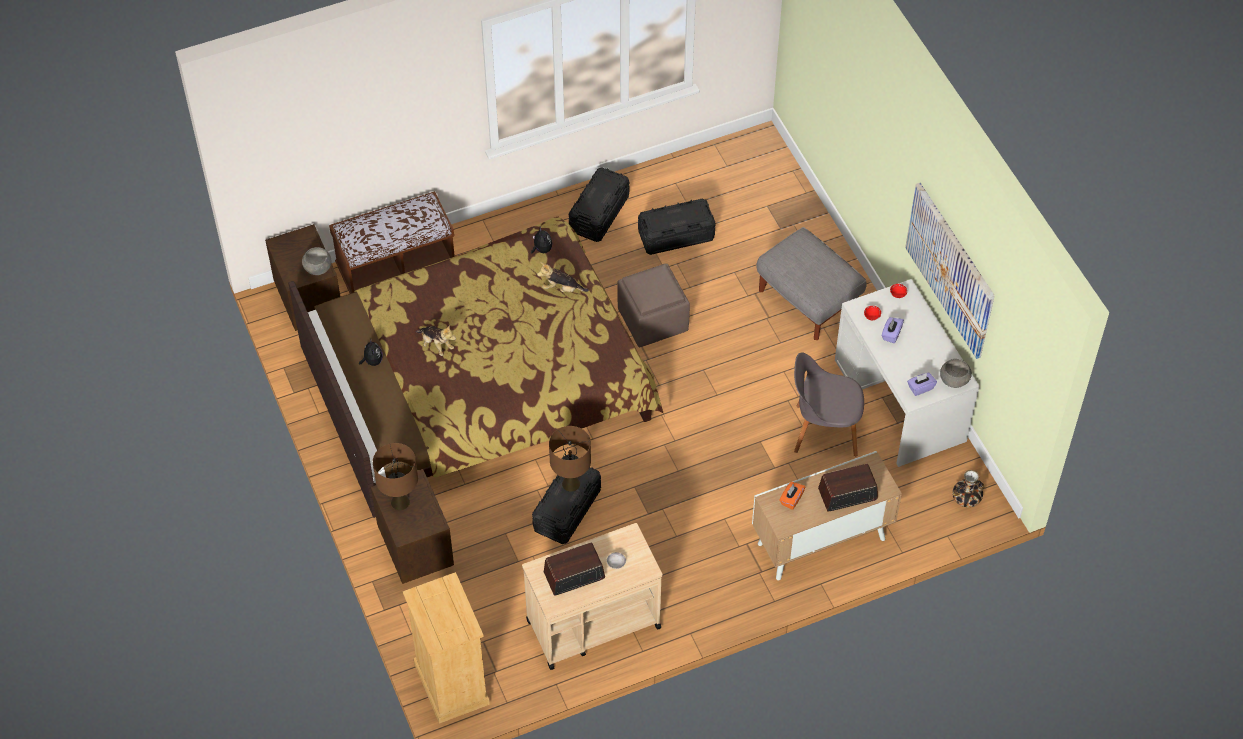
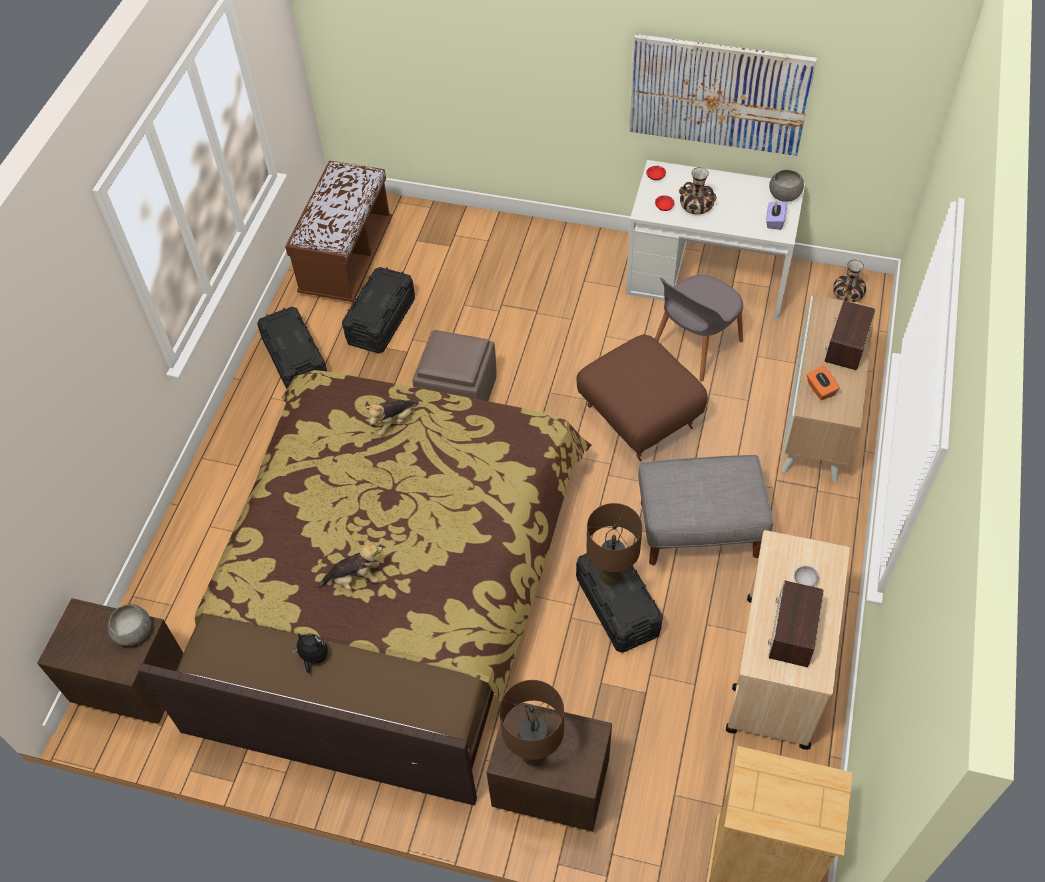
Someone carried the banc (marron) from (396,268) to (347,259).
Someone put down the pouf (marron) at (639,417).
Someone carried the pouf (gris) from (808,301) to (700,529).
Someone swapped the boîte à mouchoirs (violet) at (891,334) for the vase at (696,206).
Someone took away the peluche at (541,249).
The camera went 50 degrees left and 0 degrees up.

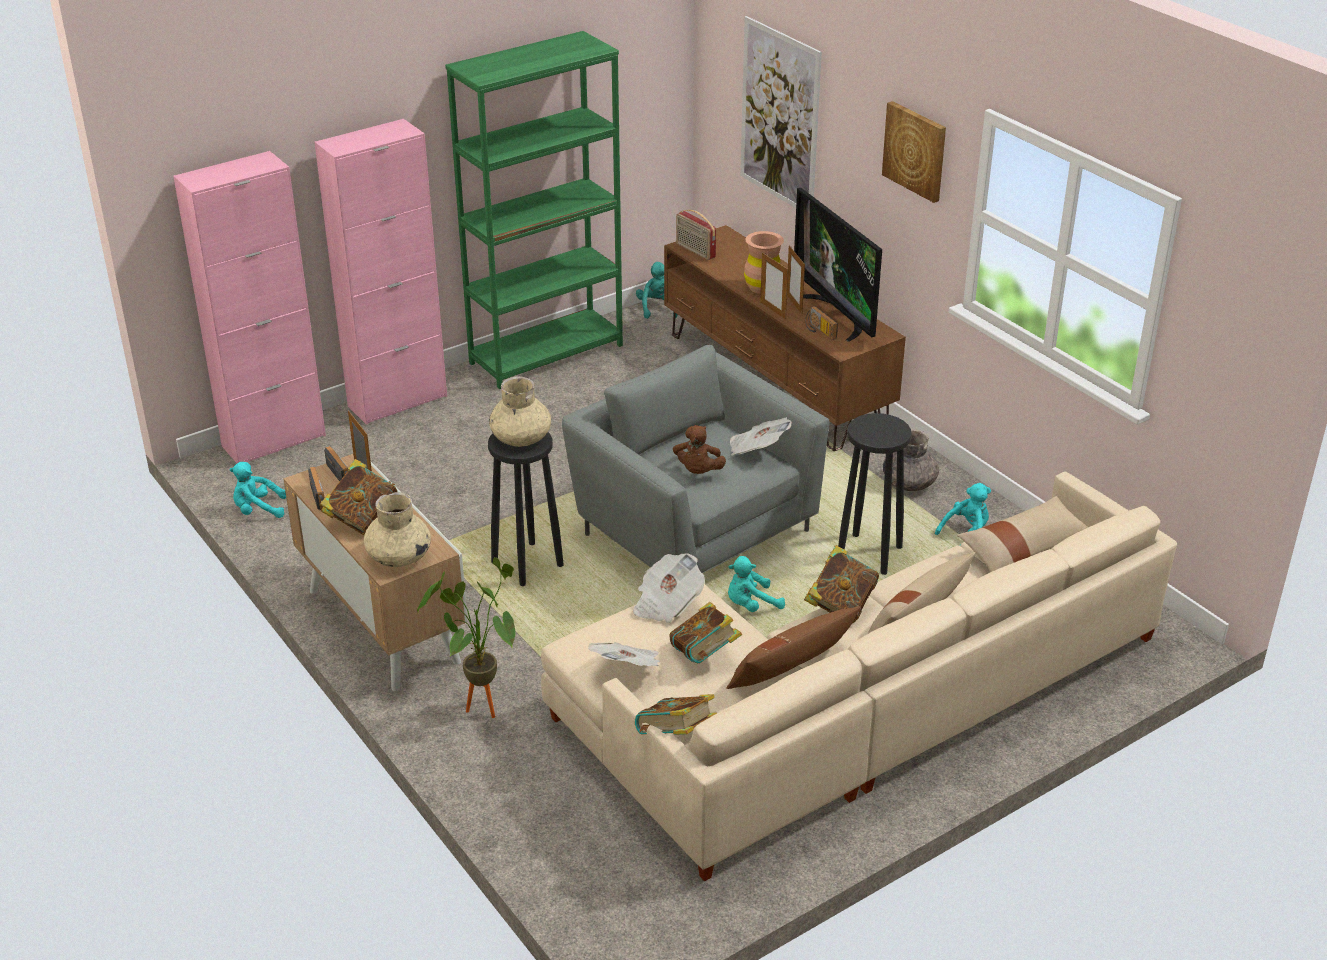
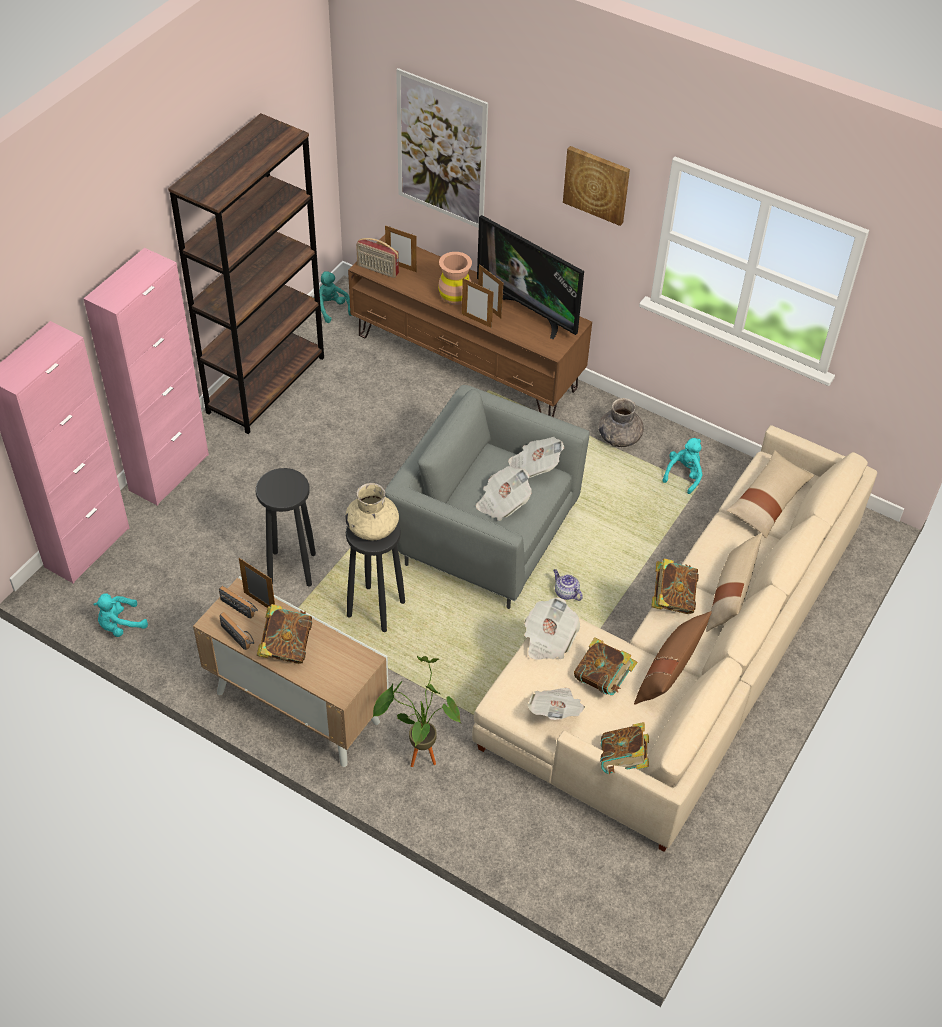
Someone repainted the bibliothèque (vert) at (547,354), which became the bibliothèque (marron) at (266,384).
Someone carried the tabouret (noir) from (868,554) to (291,568).
Someone put down the cadre photo at (401,266).
Someone swapped the peluche (marron) at (698,471) for the journal at (502,503).
Someone swapped the peluche (turquoise) at (751,605) for the théière at (565,592).
Someone took away the vase (beige) at (399,557).
Someone took away the radio at (818,331).
The camera went 25 degrees left and 15 degrees up.

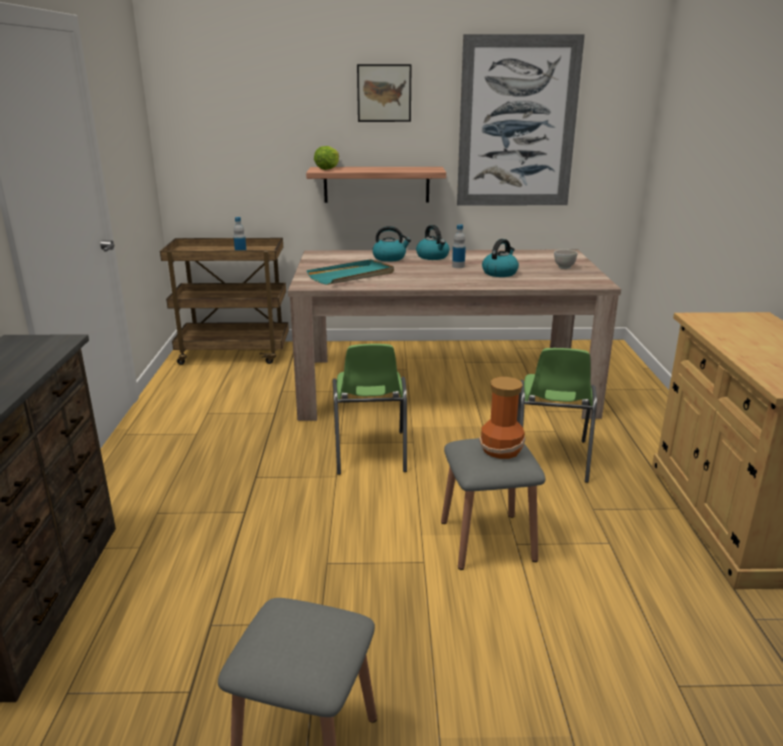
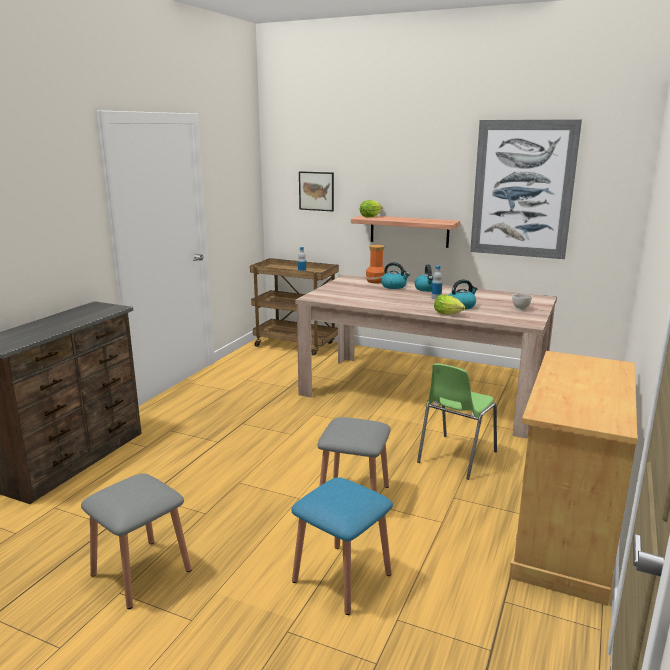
Someone put down the tabouret (bleu) at (342,577).
Someone carried the tableau from (384,93) to (316,191).
Someone carried the vase from (502,449) to (376,281).
Someone put down the laitue at (449,314).
Someone took away the plateau (turquoise) at (352,275).
Someone took away the chaise (vert) at (369,453).
The camera went 25 degrees right and 5 degrees down.

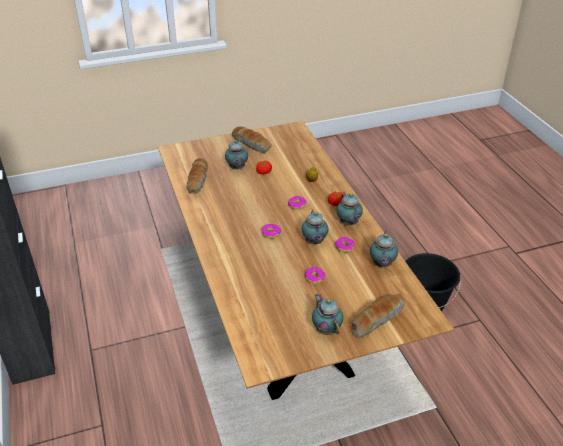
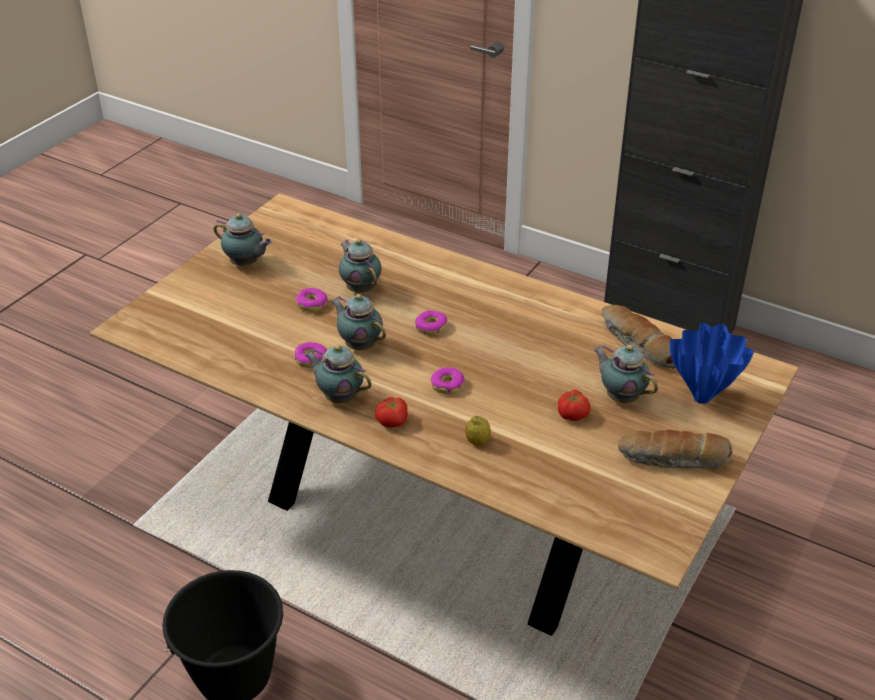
Someone carried the théière from (381,265) to (360,288).
Someone put down the vase (bleu) at (703,398).
Someone took away the pain at (376,319).
The camera went 140 degrees right and 0 degrees up.

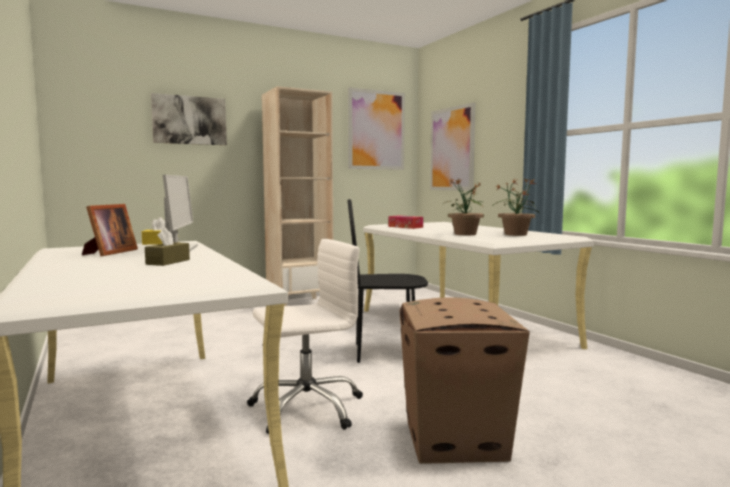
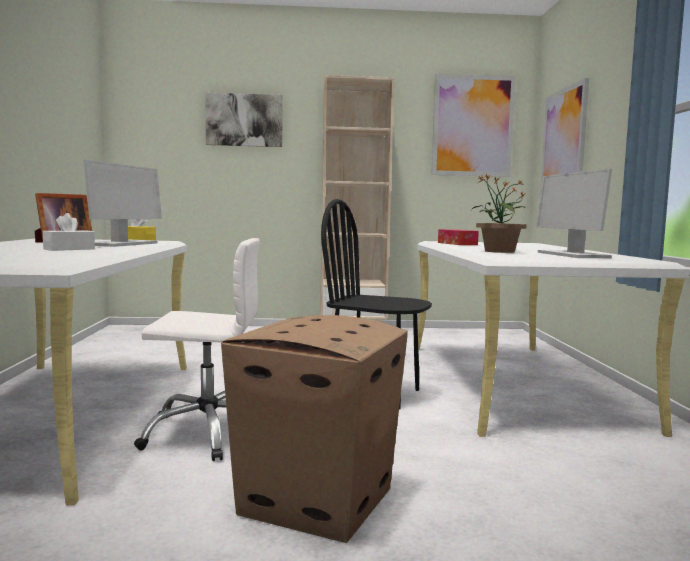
Someone repainted the boîte à mouchoirs (marron) at (168,262), which became the boîte à mouchoirs (blanc) at (69,249).
Someone swapped the plante en pot at (515,234) for the écran d'ordinateur at (571,255).
The camera went 25 degrees right and 0 degrees up.

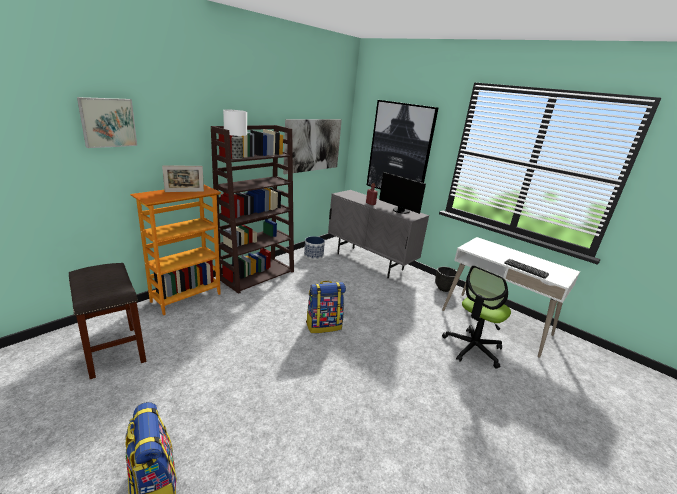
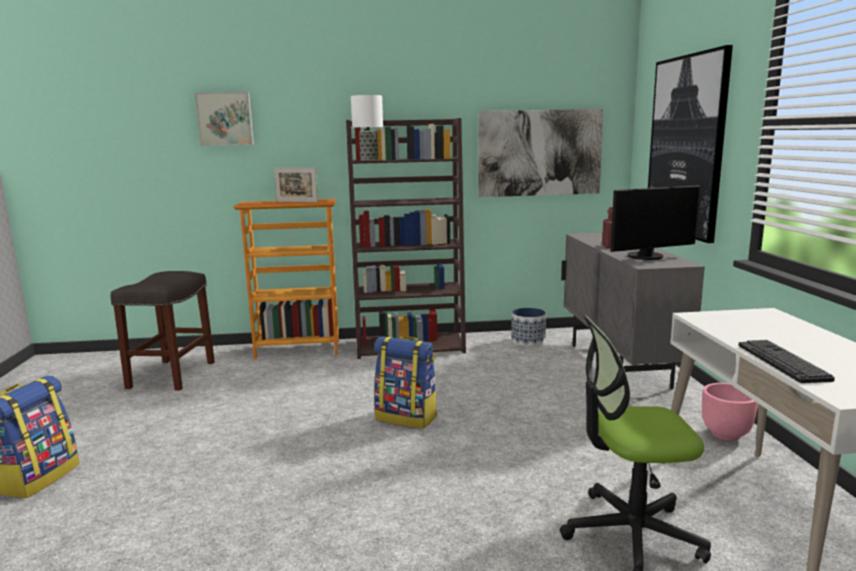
Someone rotated the écran d'ordinateur at (400,211) by 105 degrees counterclockwise.
Someone repainted the cache-pot (noir) at (444,288), which became the cache-pot (rose) at (726,435).
The camera went 45 degrees right and 10 degrees down.

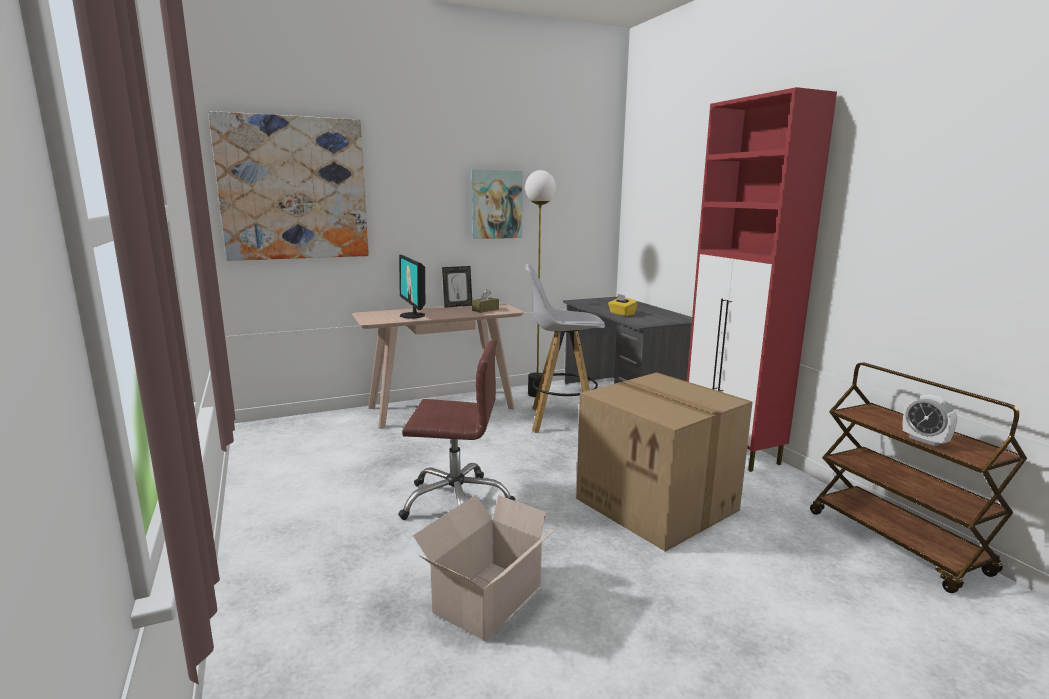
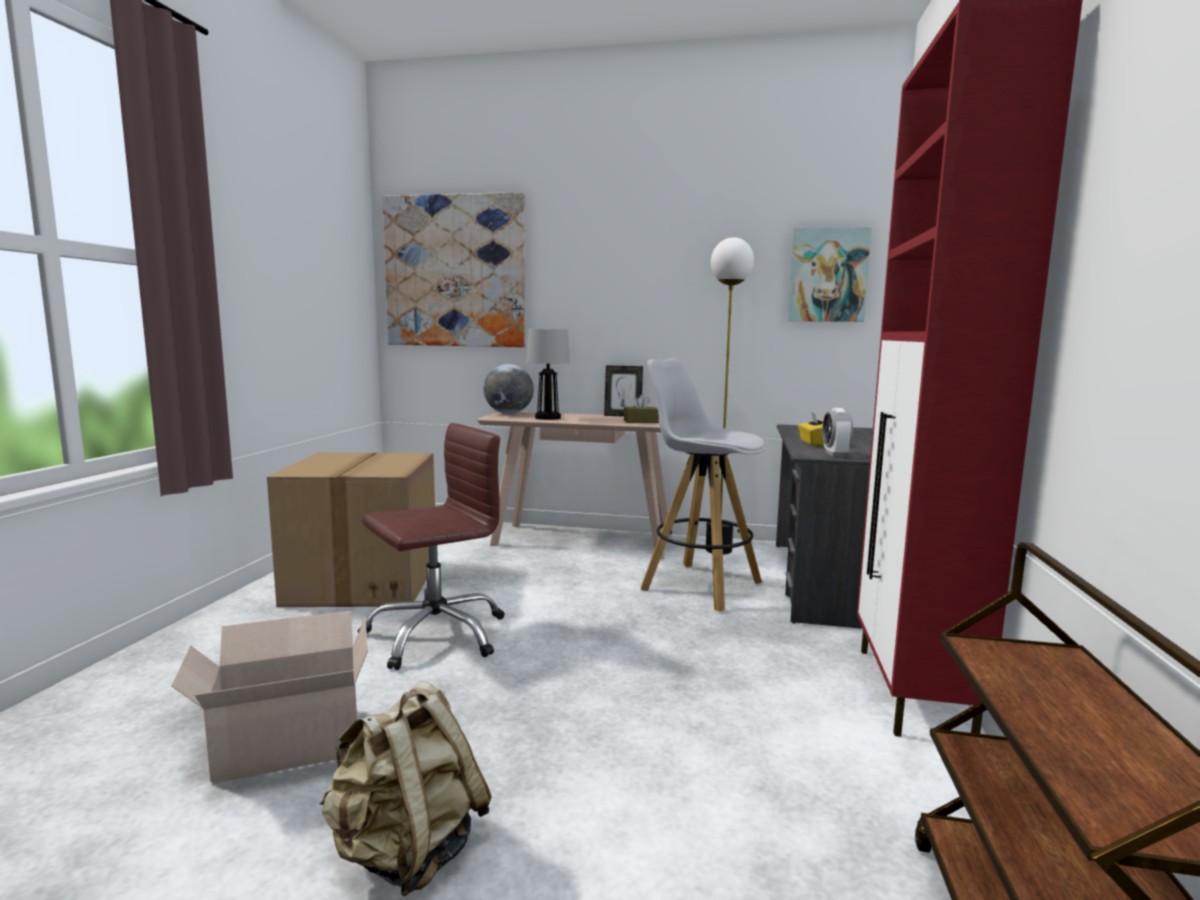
Someone carried the carton from (659,504) to (365,583).
Someone put down the sac à dos (beige) at (407,851).
Someone rotated the chaise de bureau (marron) at (456,502) by 75 degrees counterclockwise.
Someone put down the globe at (508,413).
Someone swapped the écran d'ordinateur at (413,315) for the lampe de table at (548,418).
Someone carried the tableau from (495,204) to (828,275).
Someone carried the réveil from (925,440) to (835,454).
The camera went 35 degrees right and 5 degrees down.

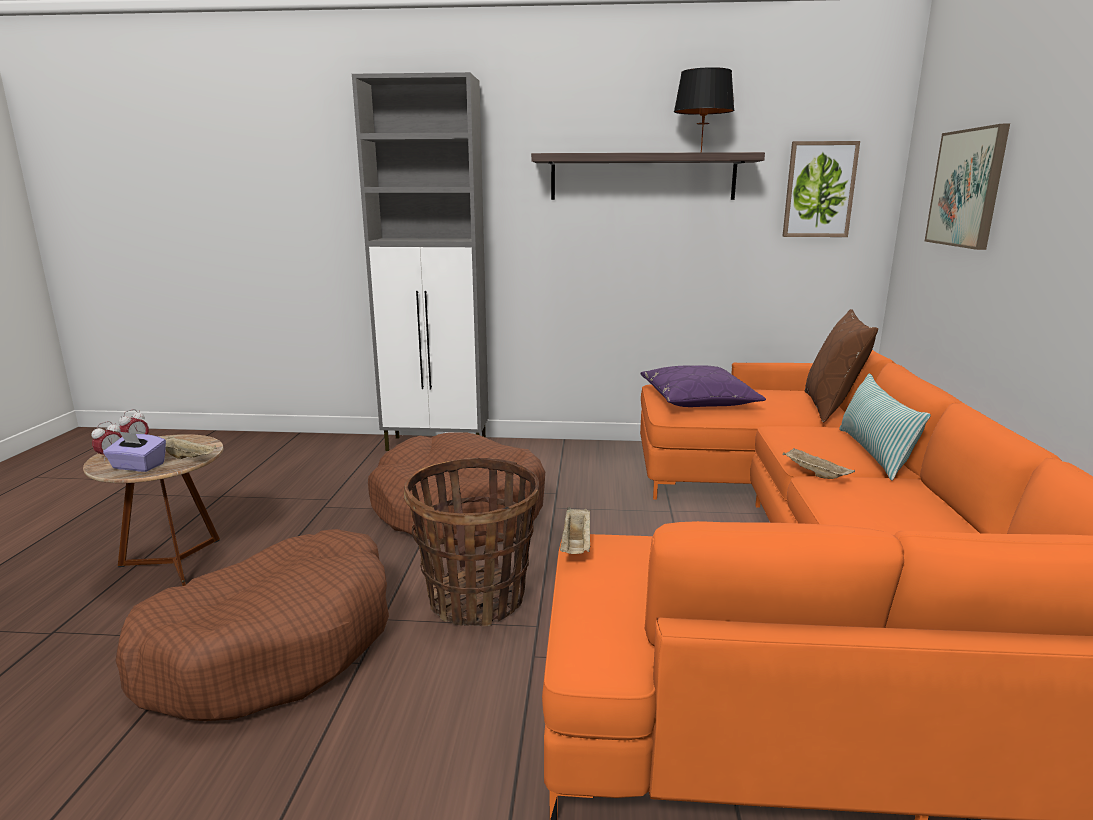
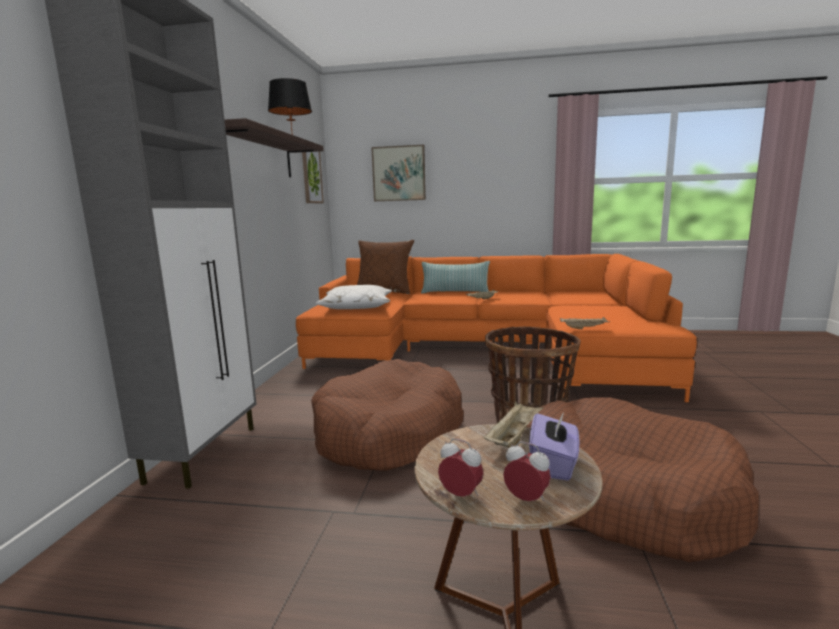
Someone repainted the coussin (violet) at (698,400), which became the coussin (blanc) at (356,306).
The camera went 85 degrees left and 5 degrees down.

